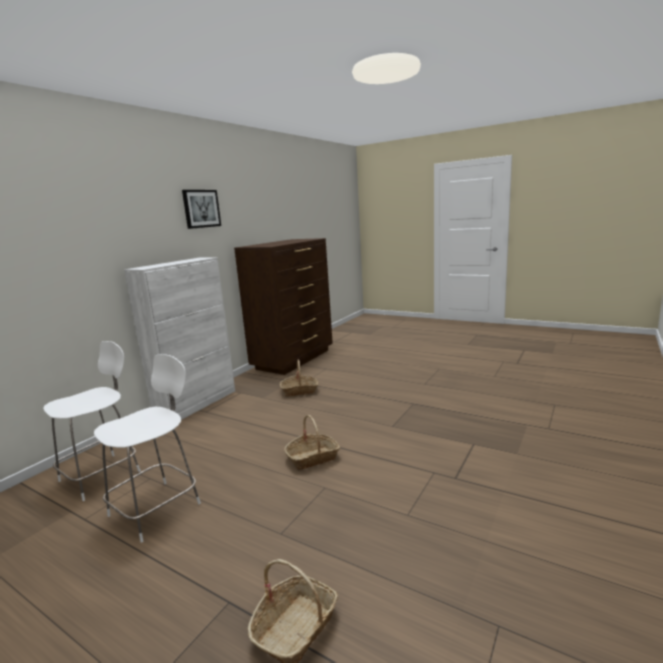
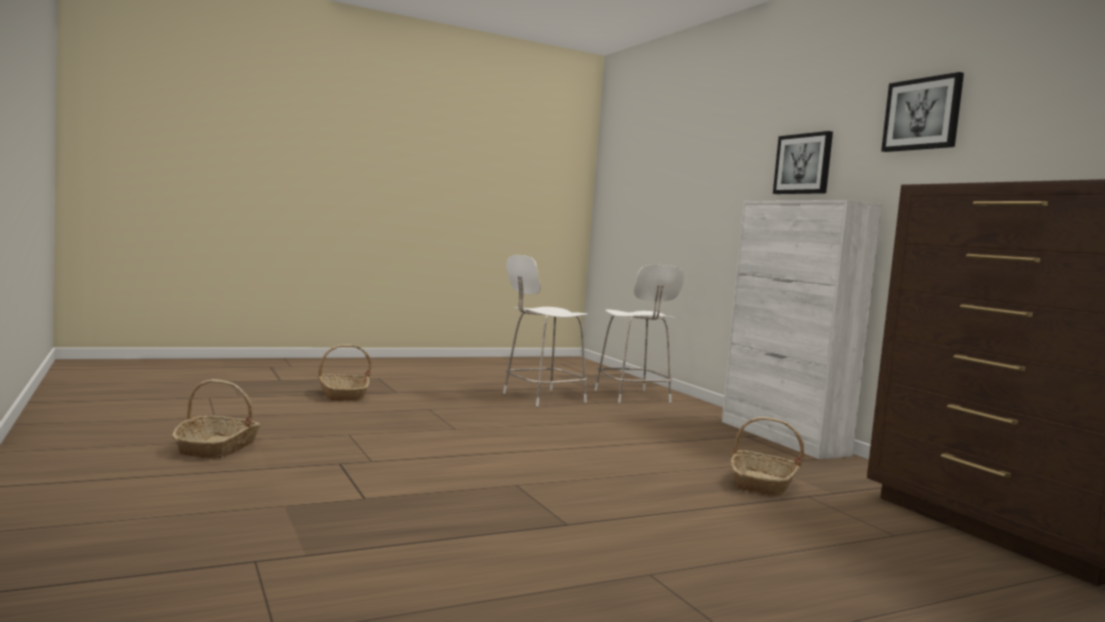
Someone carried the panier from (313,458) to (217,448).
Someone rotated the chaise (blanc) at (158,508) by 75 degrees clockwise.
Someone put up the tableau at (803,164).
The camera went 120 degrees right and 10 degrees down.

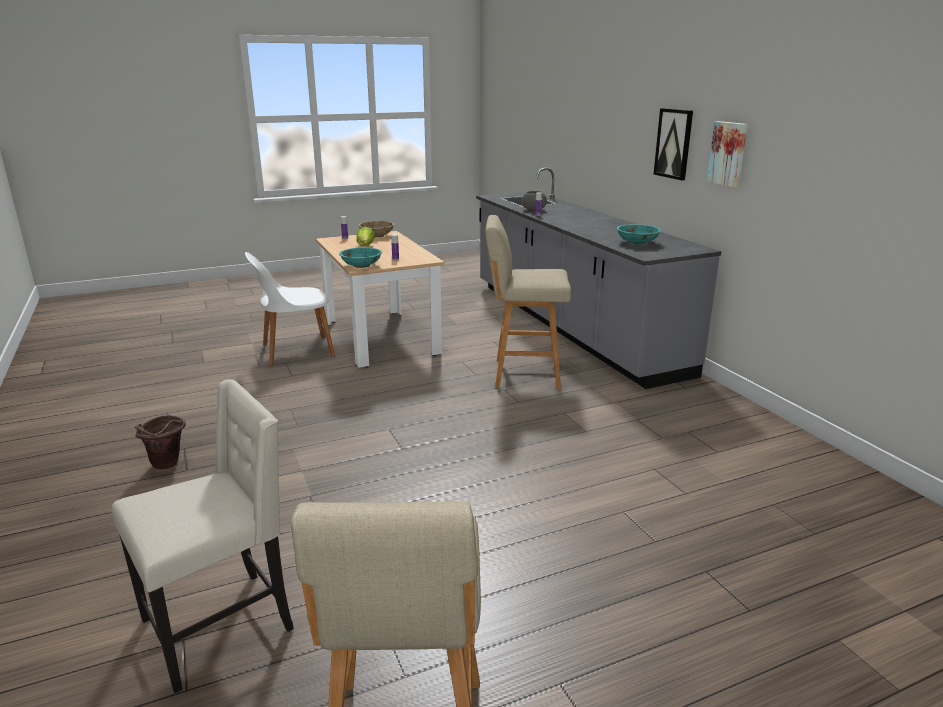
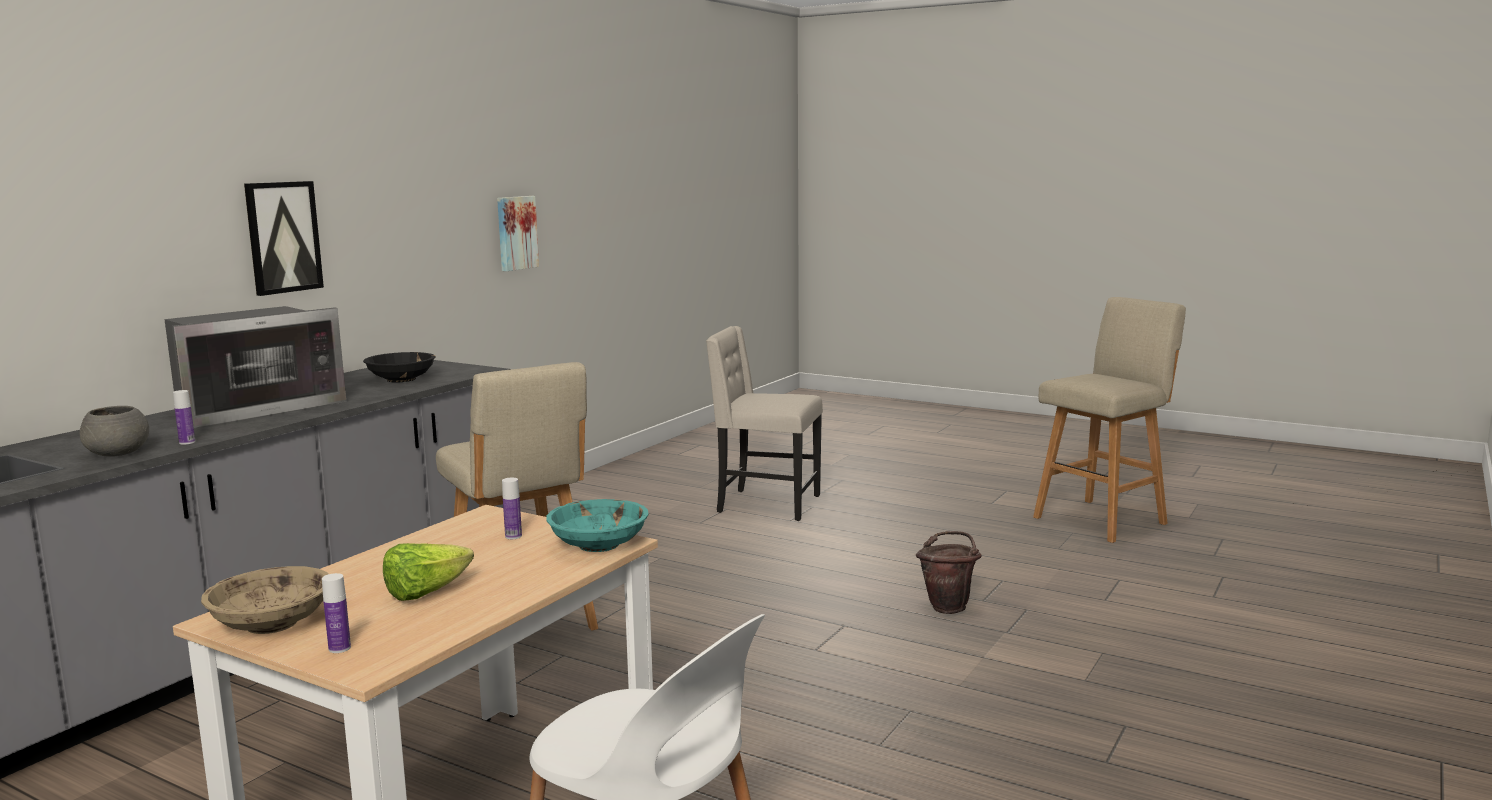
Someone put down the micro-ondes at (254,408).
Someone repainted the bol (turquoise) at (637,242), which became the bol (noir) at (401,379).
Someone carried the tableau from (728,153) to (516,233).
Someone carried the chaise (beige) from (221,625) to (766,504).
Someone carried the seau (marron) from (167,466) to (949,606).
The camera went 125 degrees left and 10 degrees down.

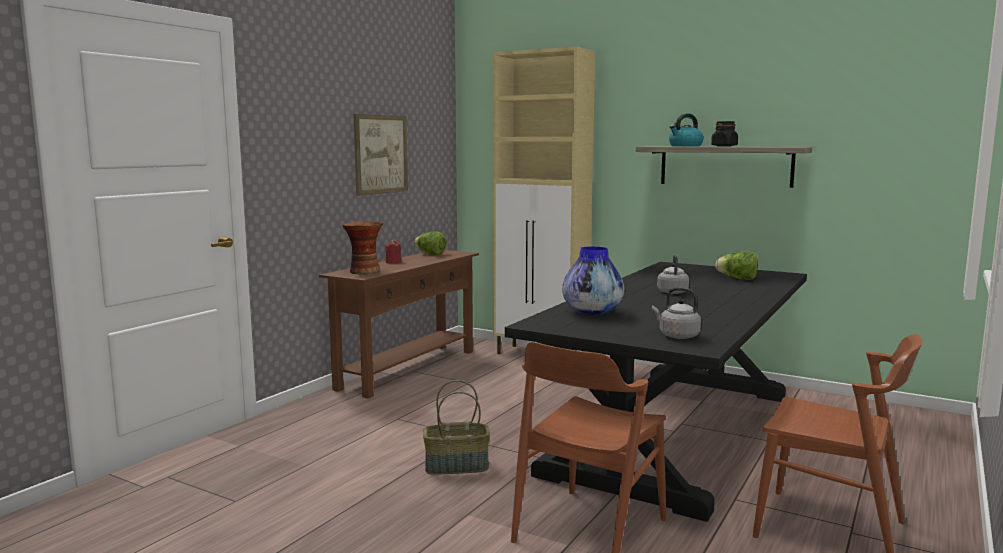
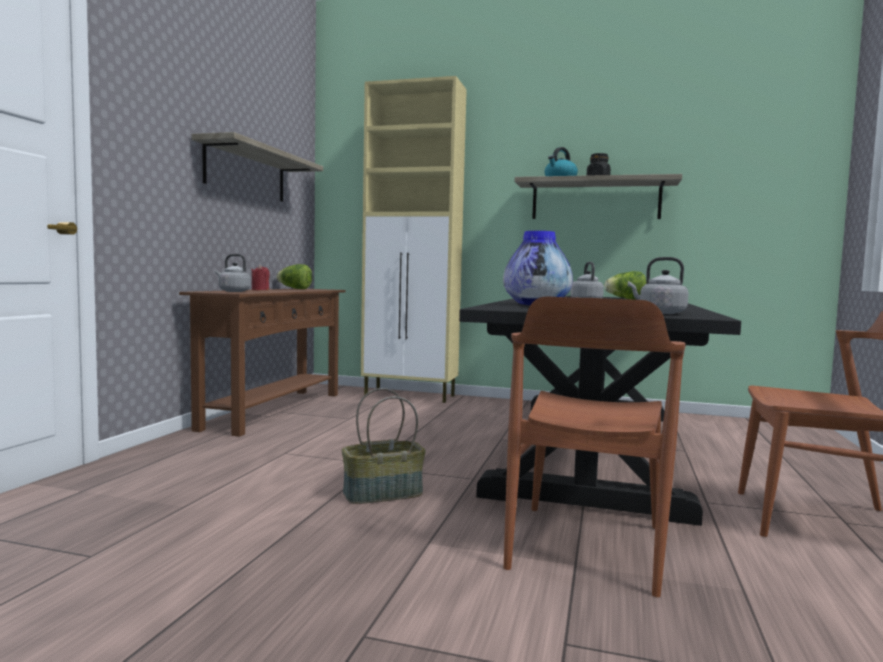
Someone swapped the tableau at (381,154) for the étagère at (246,173).
Someone swapped the vase at (363,271) for the bouilloire (gris) at (233,291).
The camera went 15 degrees left and 5 degrees down.

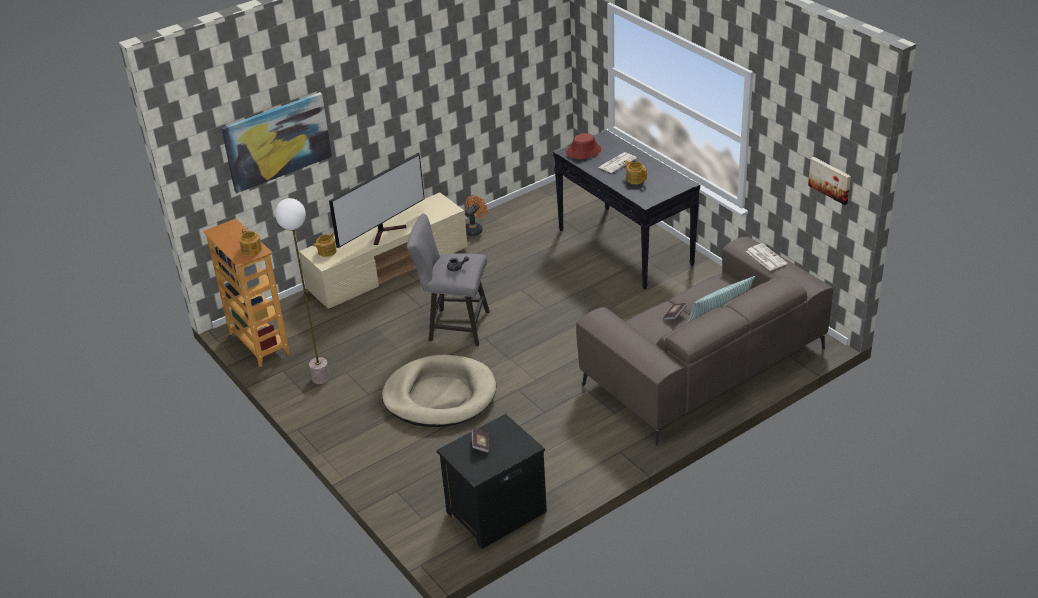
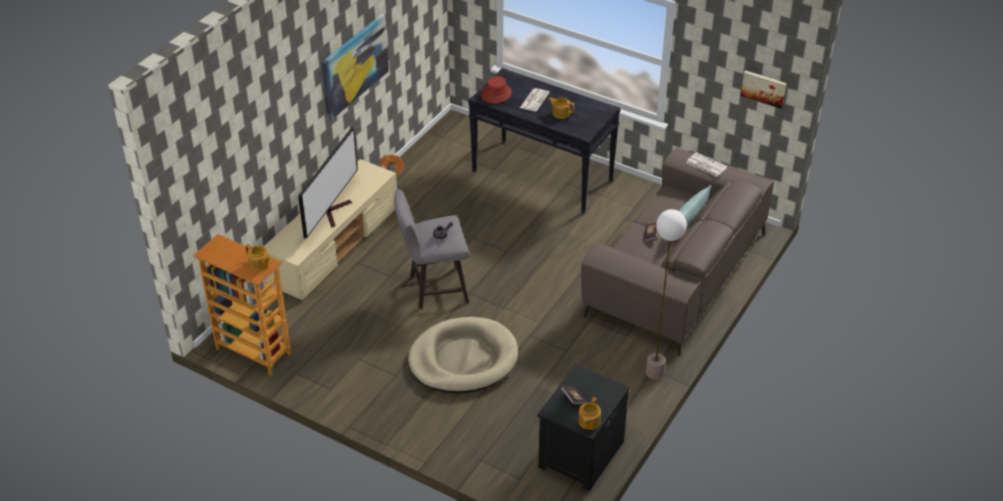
Someone carried the tableau from (277,141) to (354,66).
Someone carried the théière from (326,251) to (588,422).
Someone carried the lampadaire from (320,378) to (655,373).
The camera went 25 degrees left and 5 degrees up.

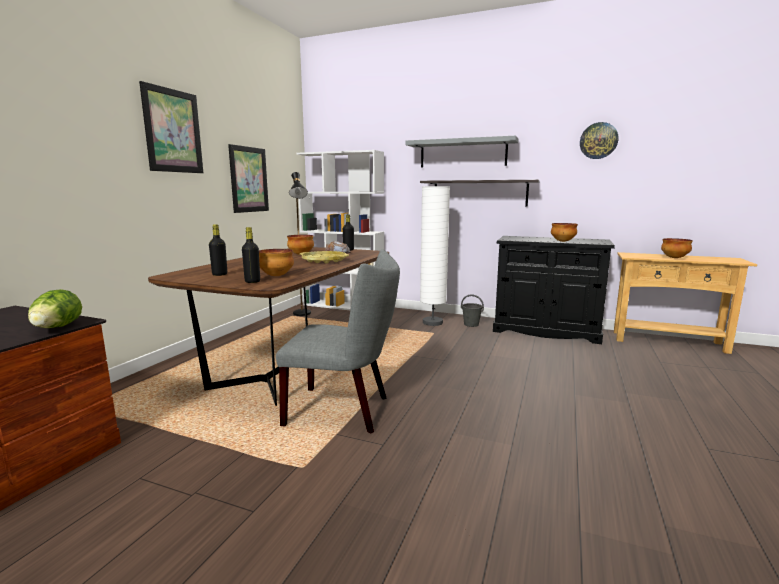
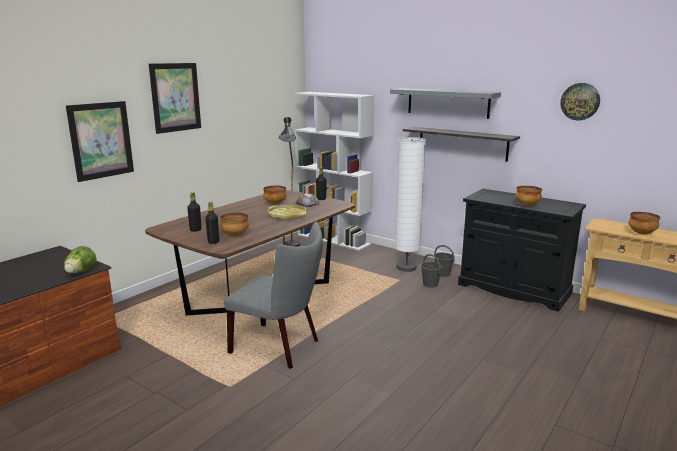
Someone carried the tableau from (249,179) to (101,140).
Someone put down the seau (gris) at (430,284).
The camera went 15 degrees right and 5 degrees up.

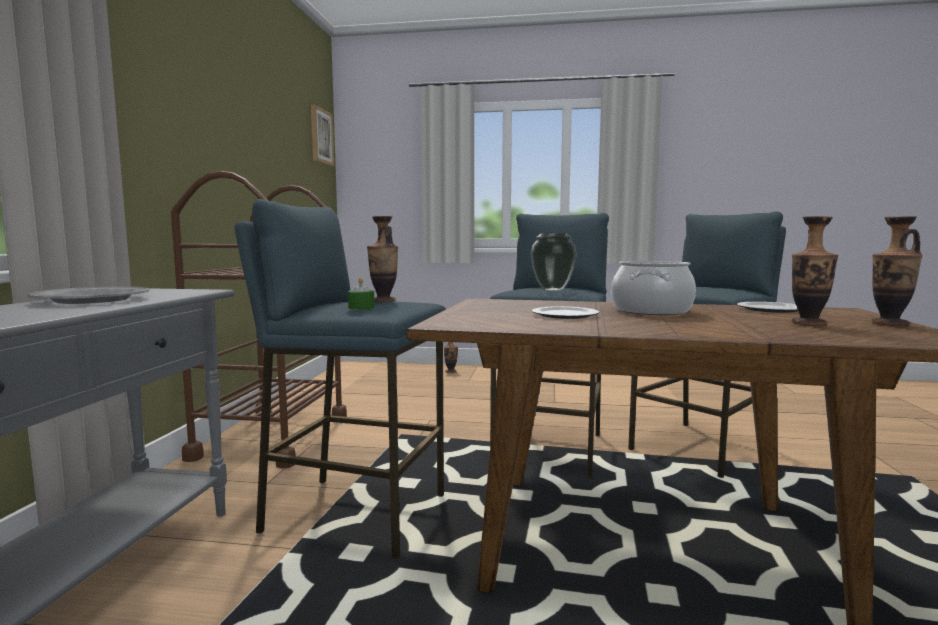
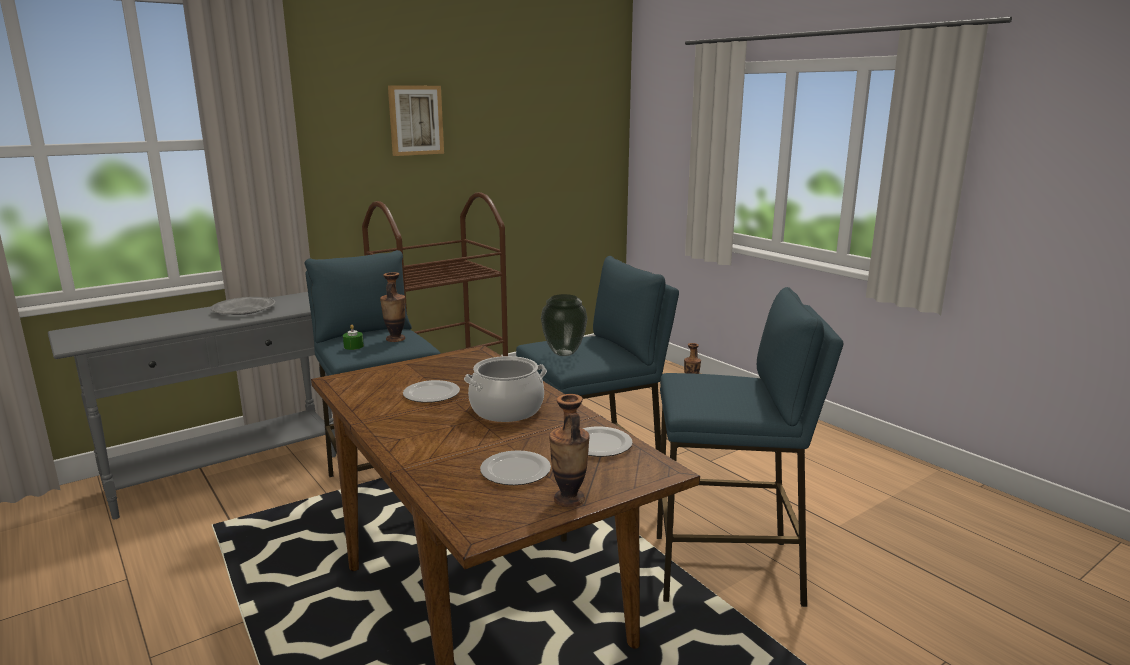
Someone carried the tableau from (321,136) to (415,120).
Someone swapped the vase at (808,323) for the assiette at (516,470).
The camera went 45 degrees right and 10 degrees up.

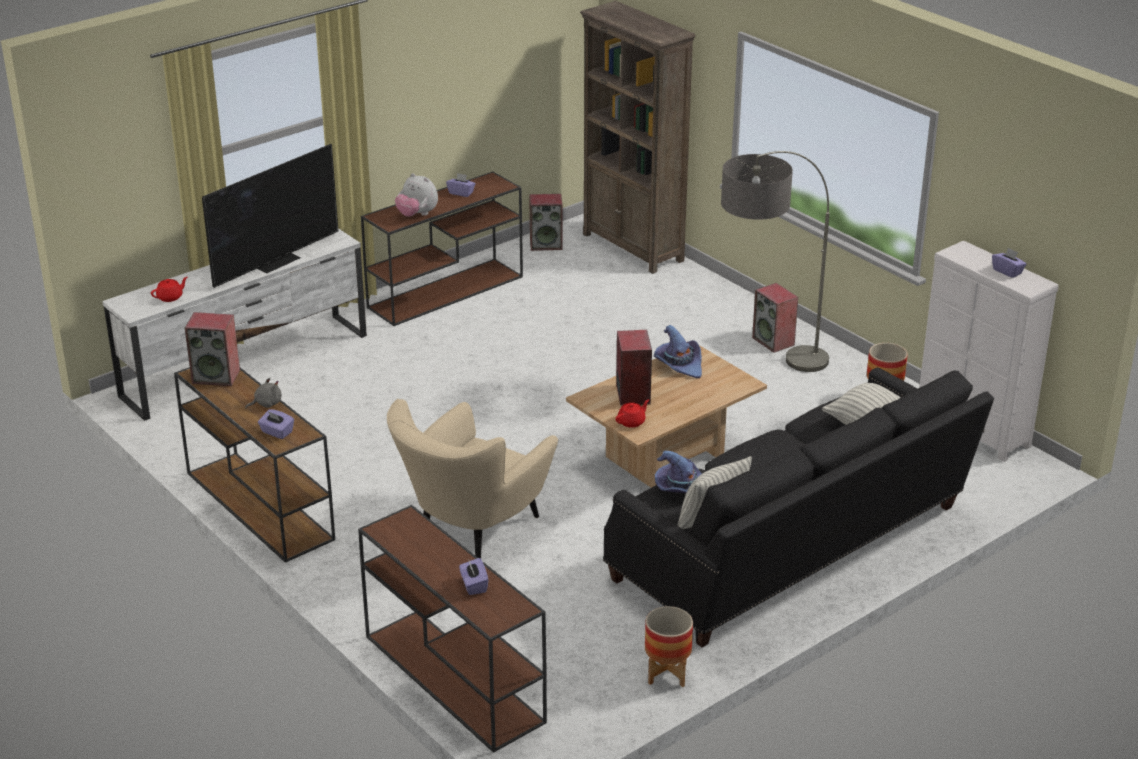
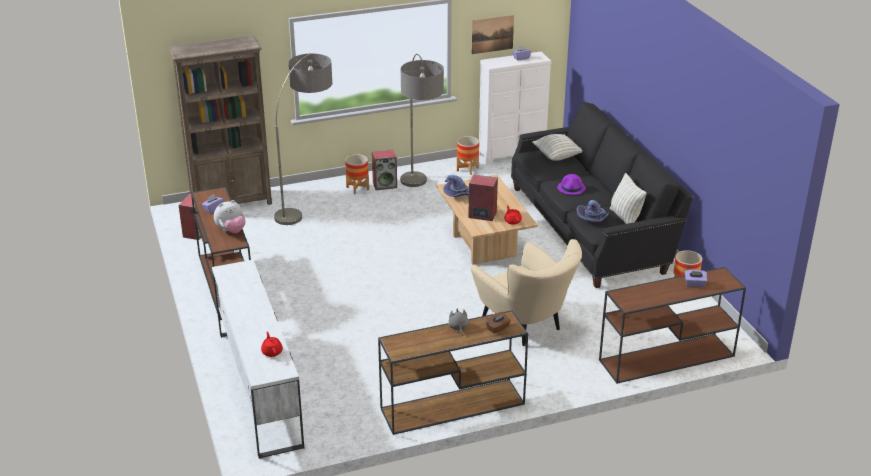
Someone put down the lampadaire at (308,203).
Someone put down the cache-pot at (357,188).
Someone put up the tableau at (492,34).
Someone repainted the boîte à mouchoirs (violet) at (276,432), which became the boîte à mouchoirs (marron) at (498,328).
Someone put down the chapeau (violet) at (571,188).
Someone took away the enceinte at (217,376).
Someone took away the téléviseur at (276,261).
The camera went 70 degrees left and 0 degrees up.

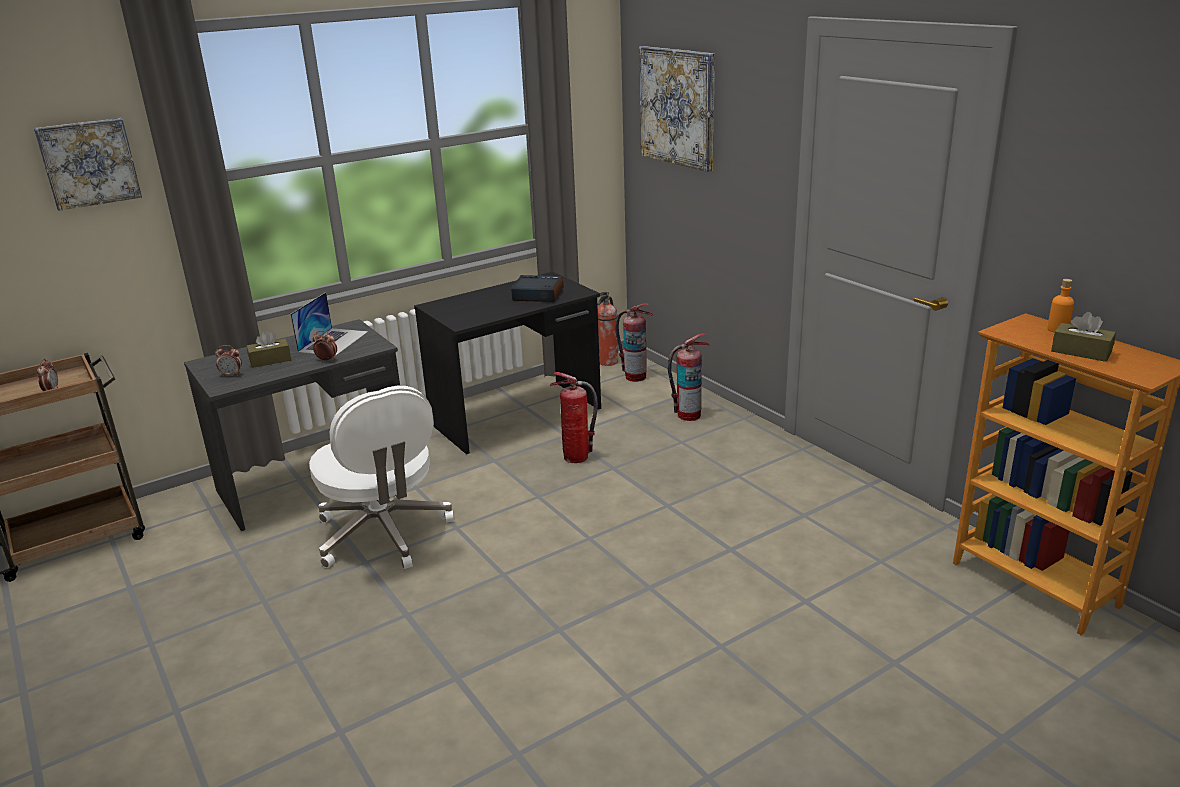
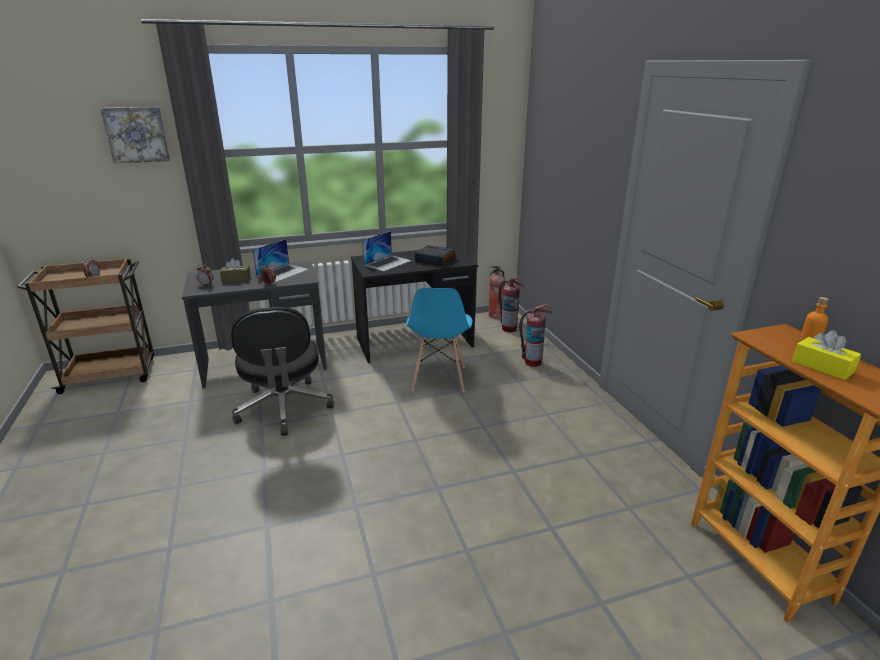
Someone repainted the chaise de bureau (blanc) at (384,534), which became the chaise de bureau (noir) at (284,408).
Someone put down the ordinateur portable at (387,263).
Someone swapped the extincteur at (576,457) for the chaise (bleu) at (438,378).
Someone repainted the boîte à mouchoirs (marron) at (1081,352), which became the boîte à mouchoirs (jaune) at (822,367).
Someone took away the tableau at (677,107).
The camera went 15 degrees right and 0 degrees up.

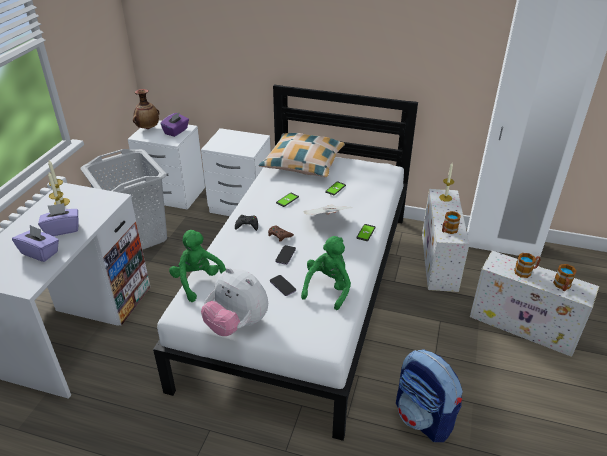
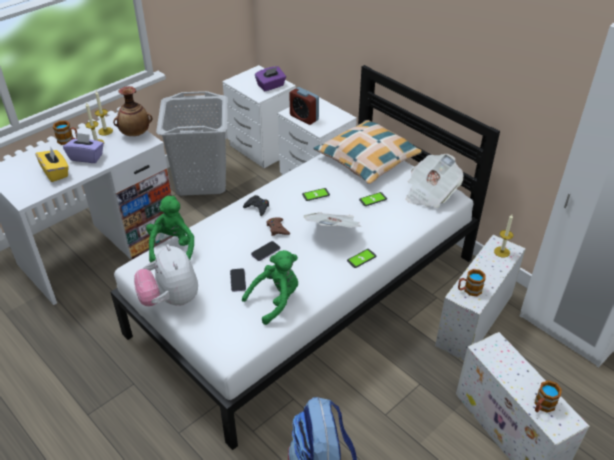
Someone repainted the boîte à mouchoirs (violet) at (40,252), which became the boîte à mouchoirs (jaune) at (55,172).
Someone carried the mug from (526,271) to (68,140).
Someone carried the vase from (148,128) to (135,134).
Someone put down the réveil at (304,118).
Someone put down the journal at (430,193).
The camera went 30 degrees right and 5 degrees up.

